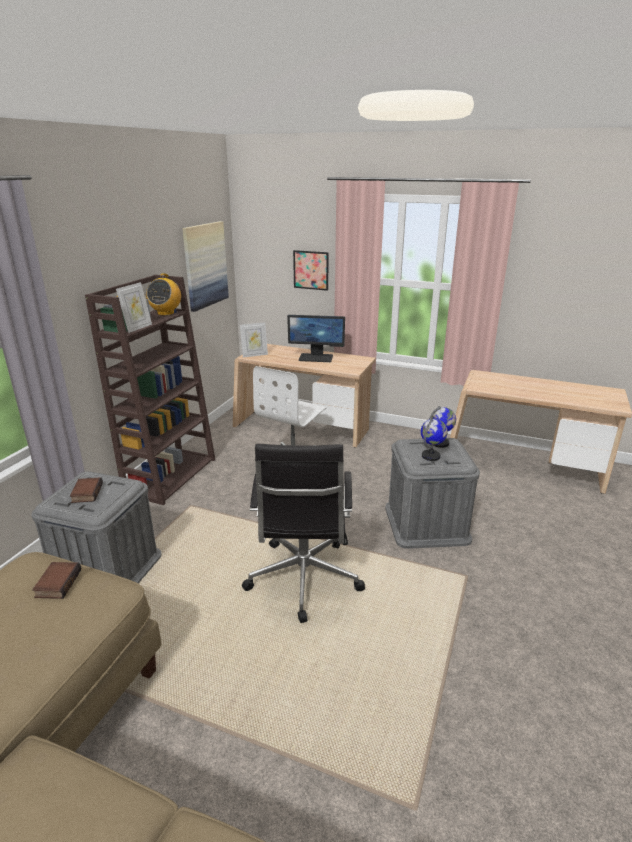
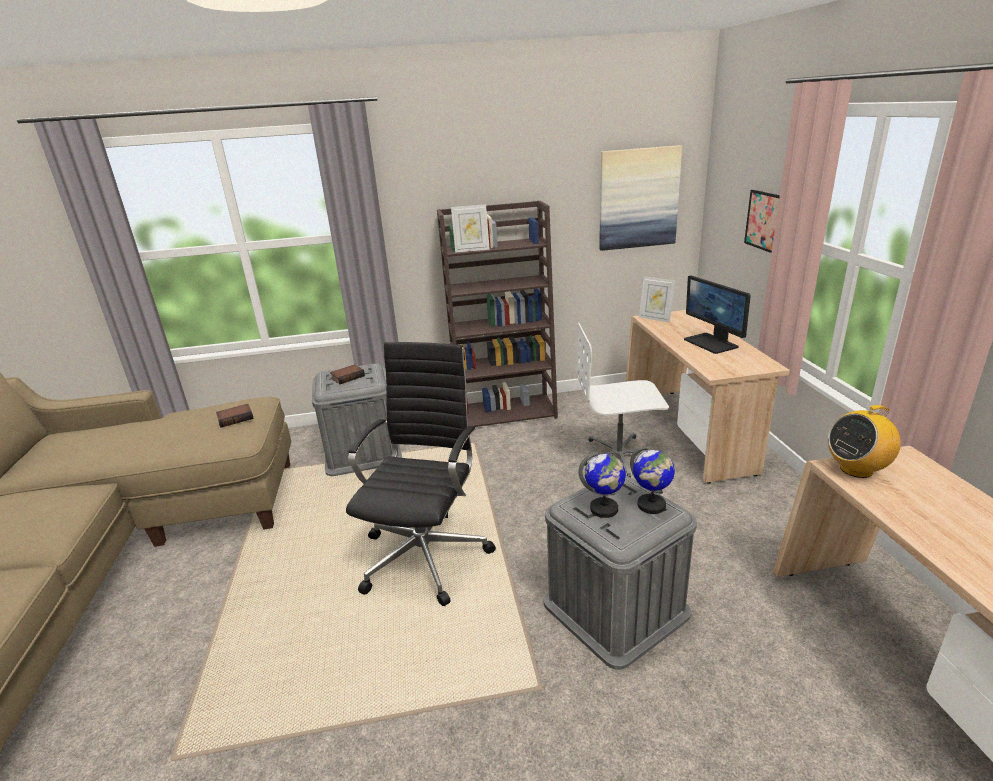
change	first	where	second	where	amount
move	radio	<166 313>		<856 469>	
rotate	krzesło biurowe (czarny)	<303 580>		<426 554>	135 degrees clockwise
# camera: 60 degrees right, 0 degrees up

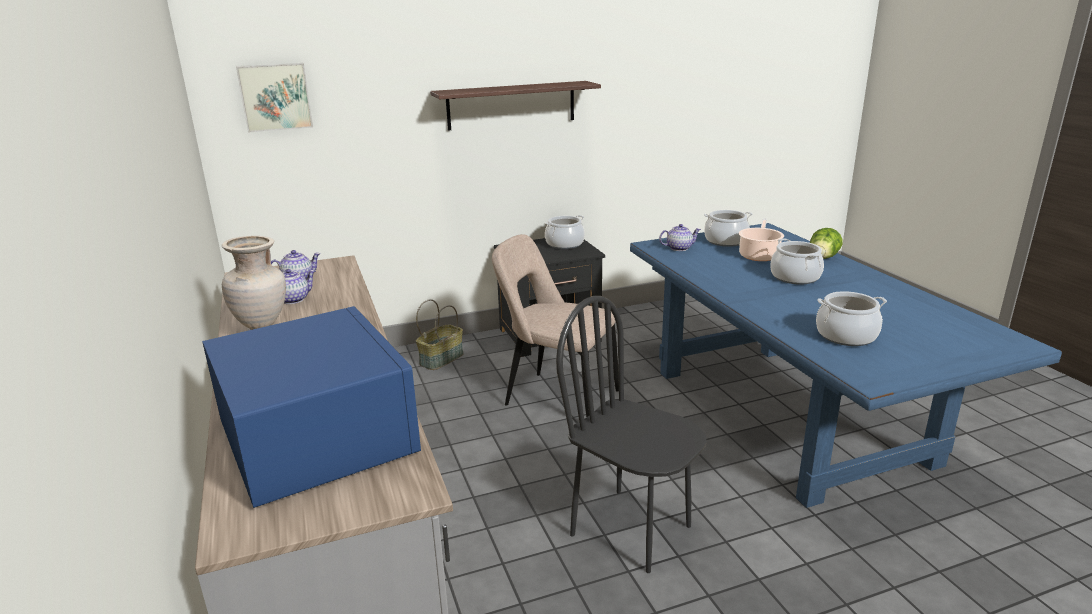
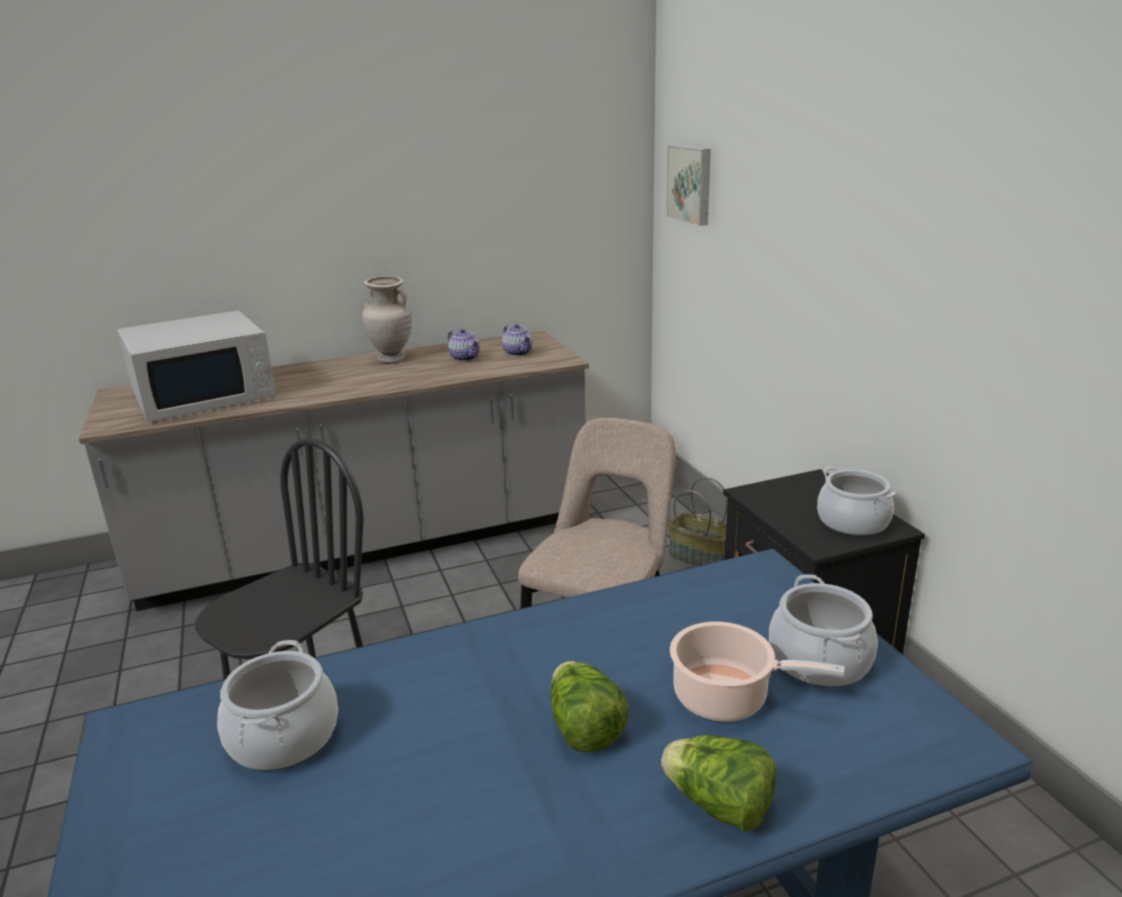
change	first	where	second	where	amount
delete	półka	<511 105>			
delete	imbryk	<679 248>			
replace	garnek	<795 277>	sałata	<584 729>	
recolor	mikrofalówka (niebieski)	<317 437>	mikrofalówka (biały)	<205 395>	
# camera: 90 degrees right, 0 degrees up

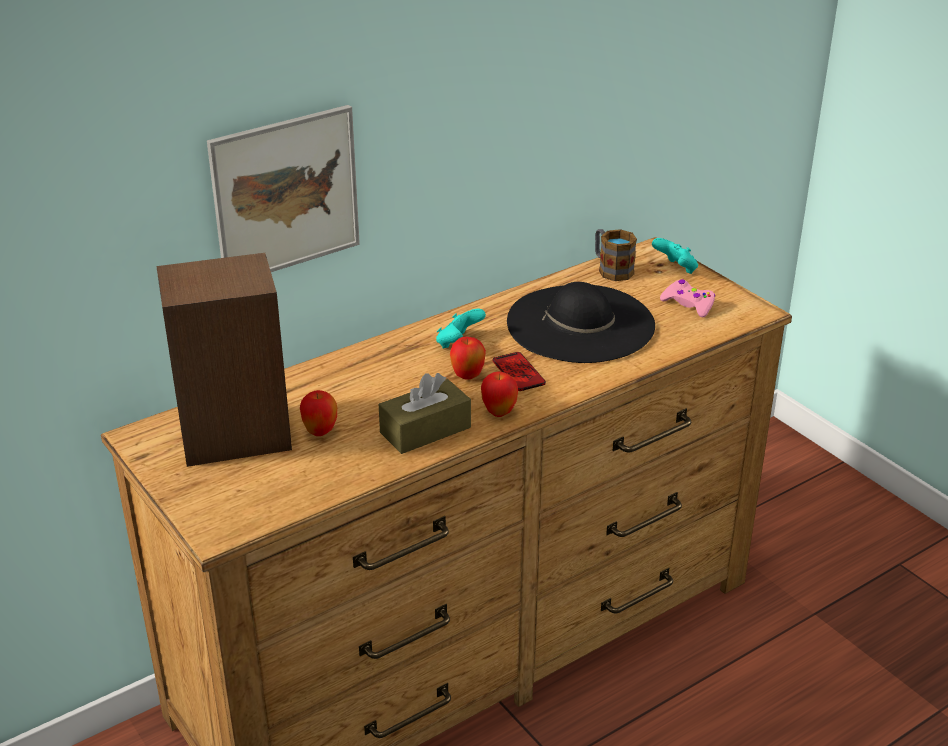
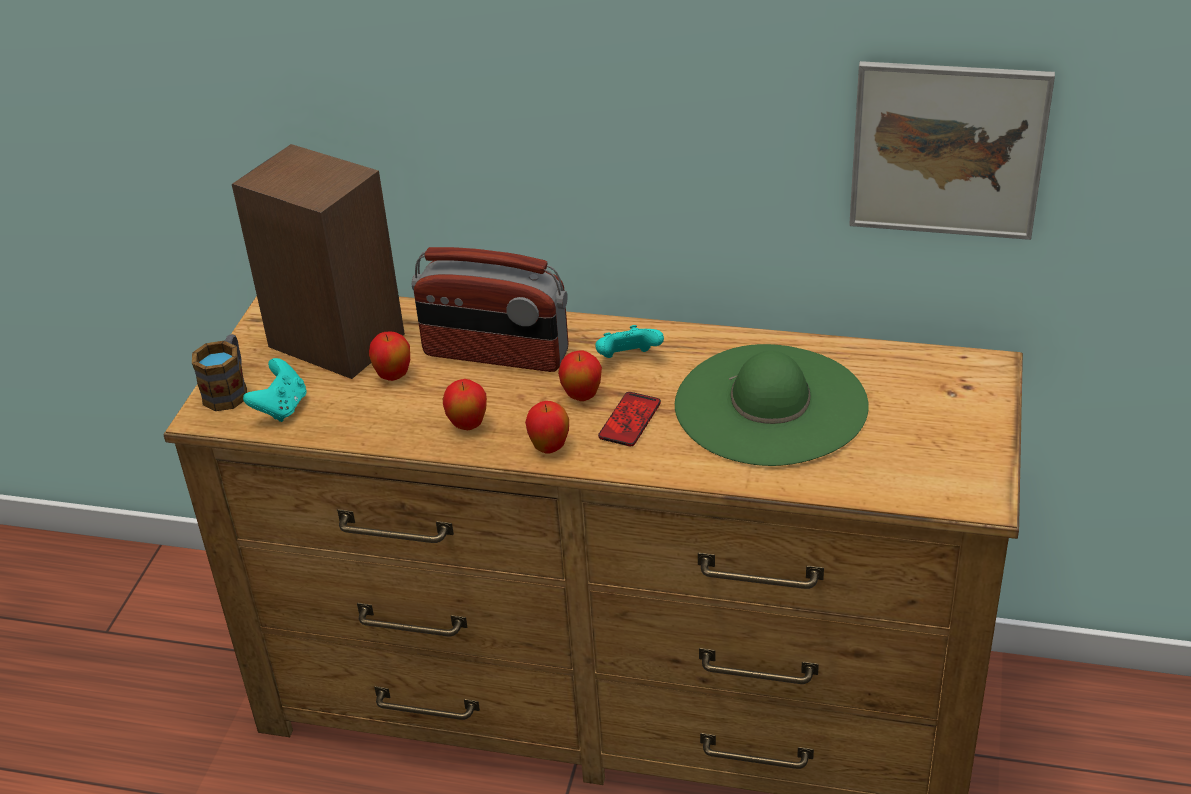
change	first	where	second	where	amount
delete	pad do gier (różowy)	<688 304>			
insert			radio	<495 354>	
move	obraz	<285 194>		<947 150>	
move	kubek	<611 269>		<229 390>	
move	pad do gier (turkusowy)	<676 269>		<281 408>	
replace	pudełko chusteczek (brązowy)	<425 430>	jabłko	<468 426>	
recolor	kapelusz (czarny)	<581 323>	kapelusz (zielony)	<771 405>	
# camera: 50 degrees right, 5 degrees up

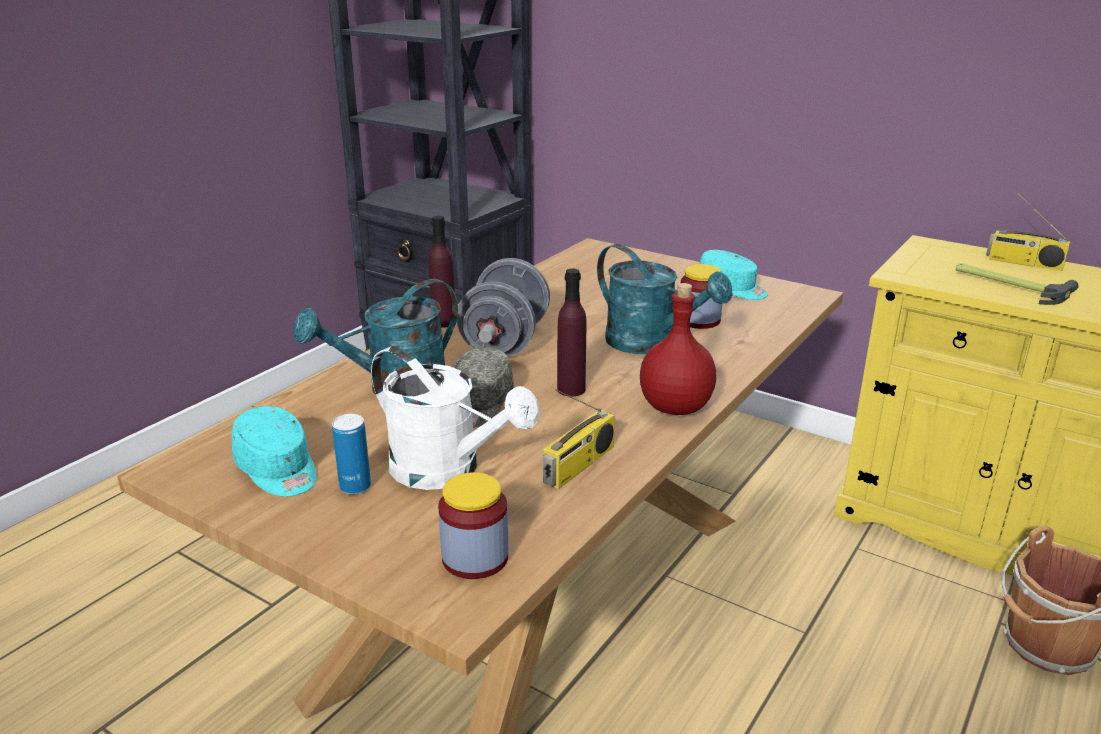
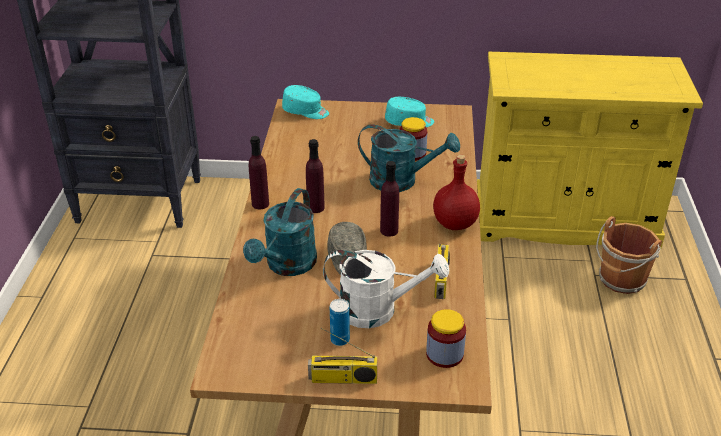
change	first	where	second	where	amount
delete	młotek	<1009 285>			
move	czapka z daszkiem (turkusowy)	<278 470>		<306 111>	
move	radio	<1023 263>		<342 379>	
replace	hantel (szary)	<505 342>	butelka (fioletowy)	<315 207>	
# camera: 30 degrees left, 10 degrees up

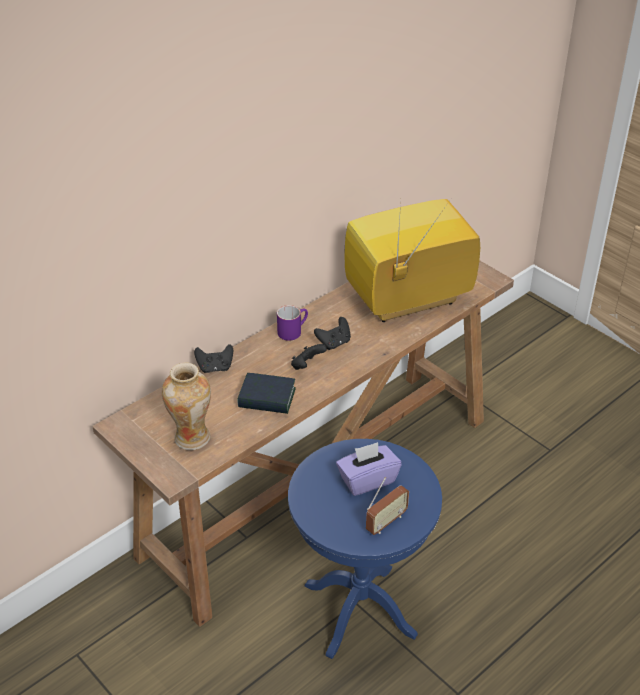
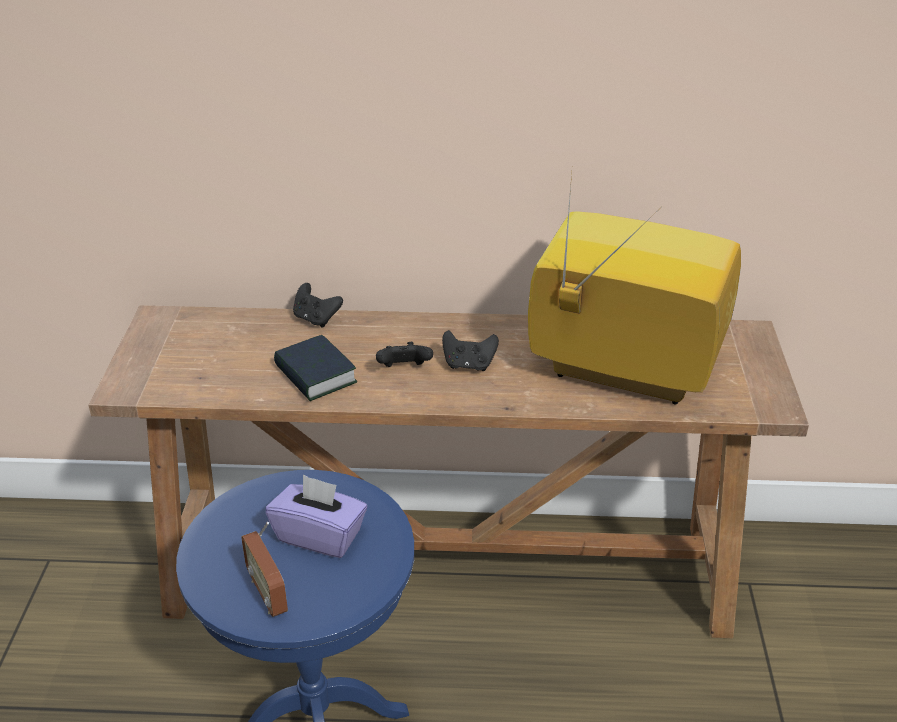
change	first	where	second	where	amount
delete	wazon	<191 438>			
delete	kubek (fioletowy)	<292 330>			
rotate	radio	<386 522>		<268 594>	60 degrees clockwise
# camera: 45 degrees right, 5 degrees down

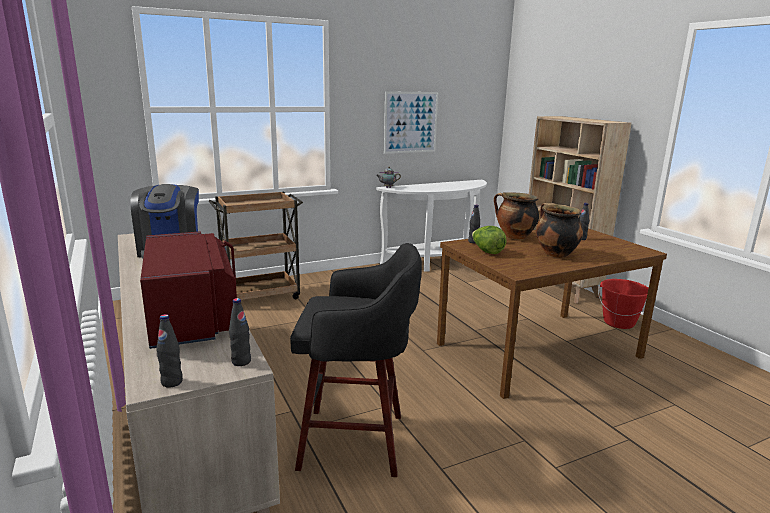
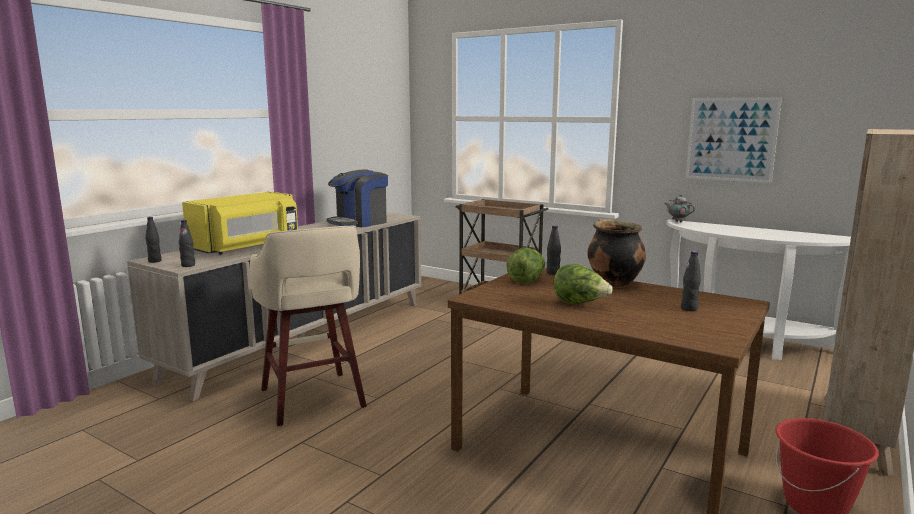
change	first	where	second	where	amount
replace	garnek	<554 254>	sałata	<579 304>	
recolor	mikrofalówka (czerwony)	<193 316>	mikrofalówka (żółty)	<247 247>	
recolor	stołek (czarny)	<356 441>	stołek (beżowy)	<313 399>	
# camera: 60 degrees right, 5 degrees down

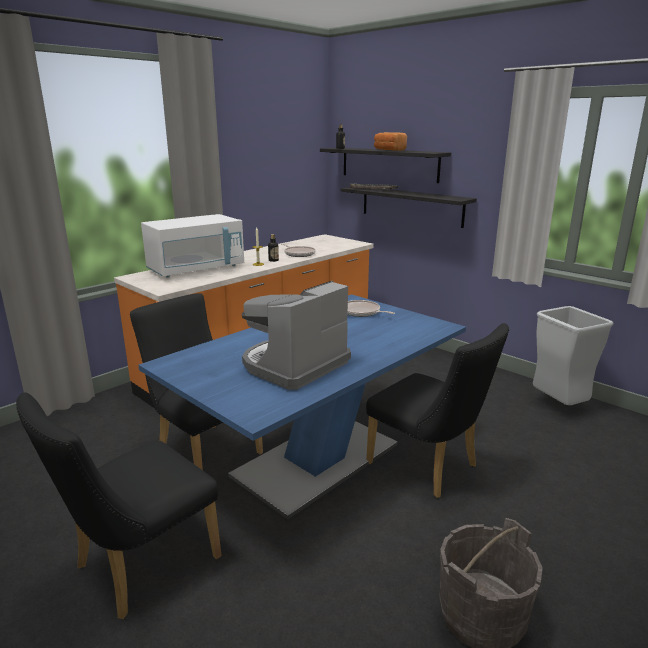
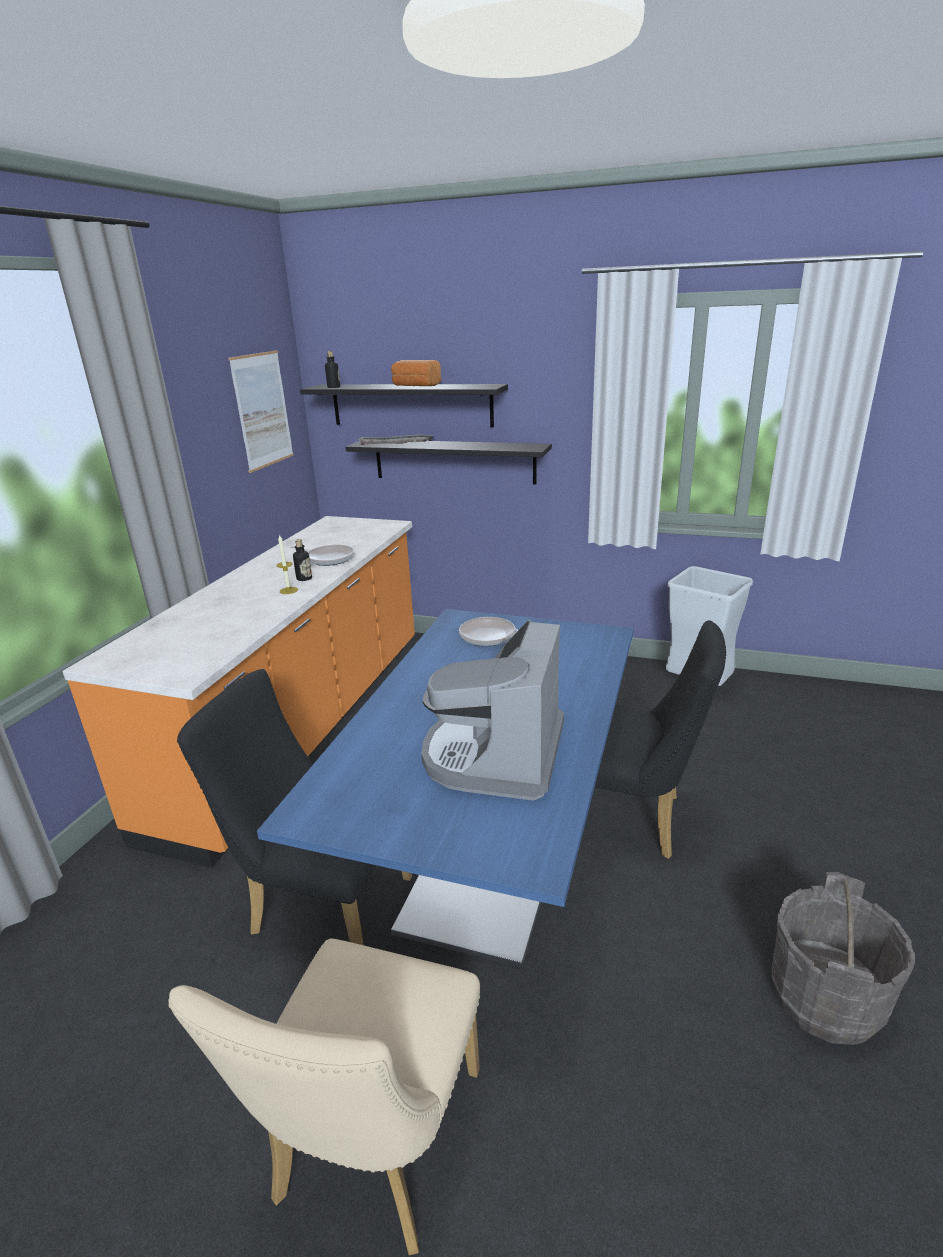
change	first	where	second	where	amount
delete	mikrofalówka (biały)	<196 269>			
insert			obraz	<262 410>	
recolor	krzesło (czarny)	<138 567>	krzesło (beżowy)	<372 1149>	
# camera: 25 degrees left, 5 degrees up

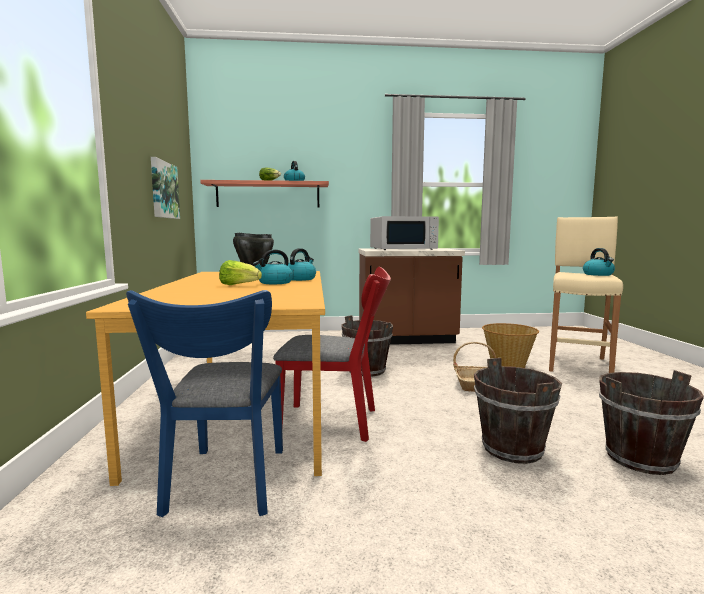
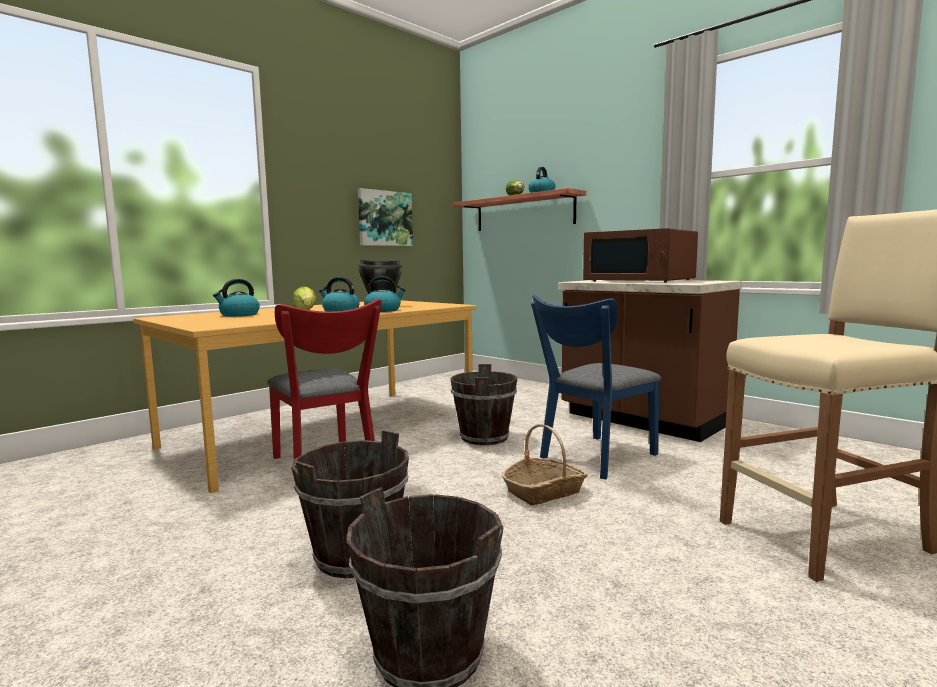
change	first	where	second	where	amount
delete	koszyk	<508 365>			
move	krzesło (niebieski)	<225 485>		<593 458>	
move	czajnik	<598 274>		<239 315>	
recolor	mikrofalówka (biały)	<403 249>	mikrofalówka (brązowy)	<640 281>	
# camera: 50 degrees right, 0 degrees up

